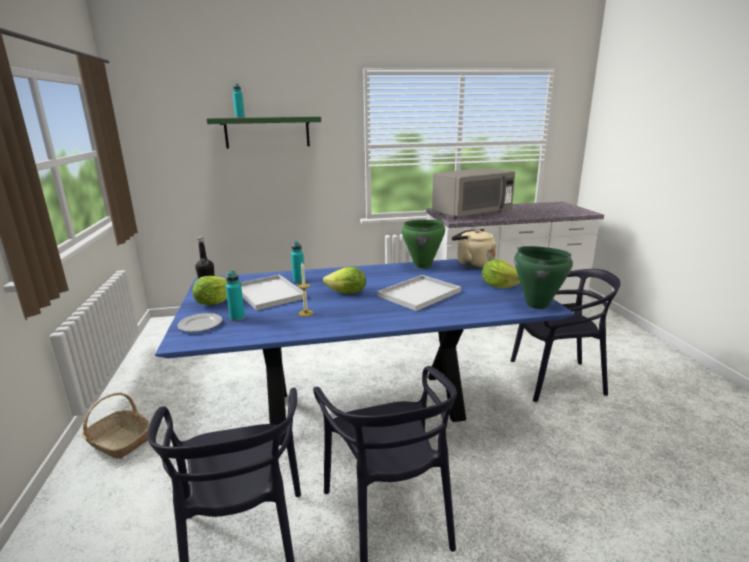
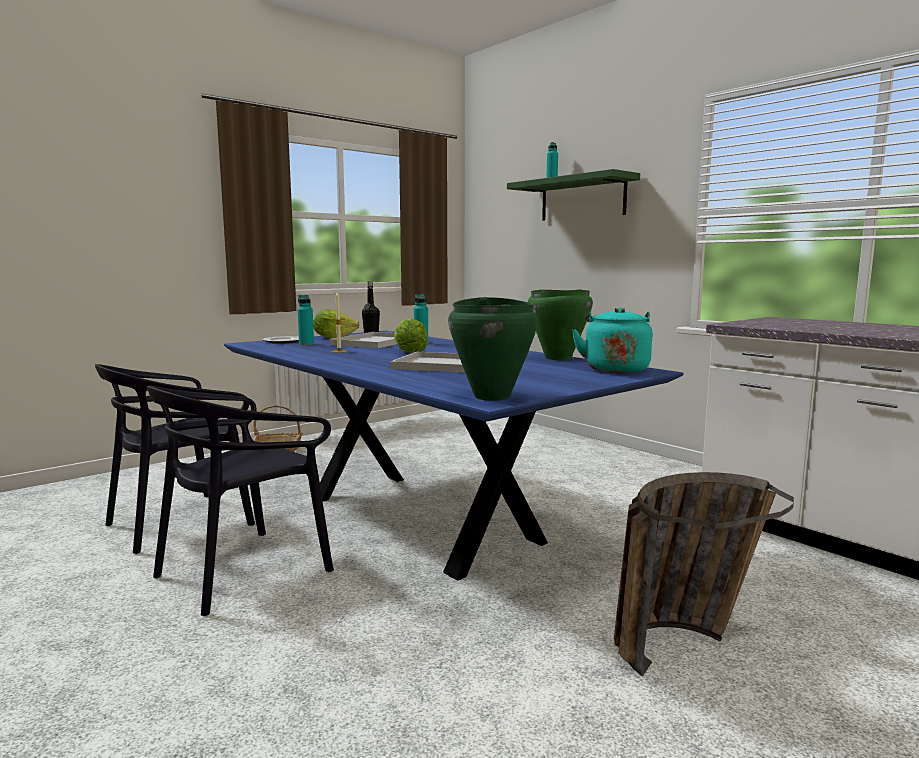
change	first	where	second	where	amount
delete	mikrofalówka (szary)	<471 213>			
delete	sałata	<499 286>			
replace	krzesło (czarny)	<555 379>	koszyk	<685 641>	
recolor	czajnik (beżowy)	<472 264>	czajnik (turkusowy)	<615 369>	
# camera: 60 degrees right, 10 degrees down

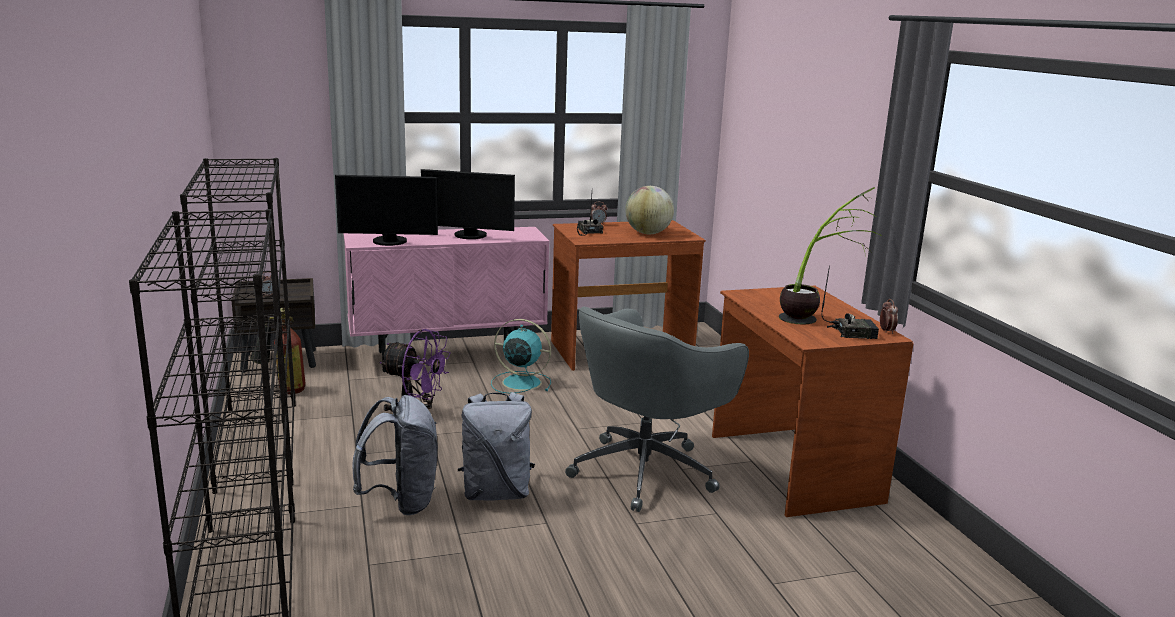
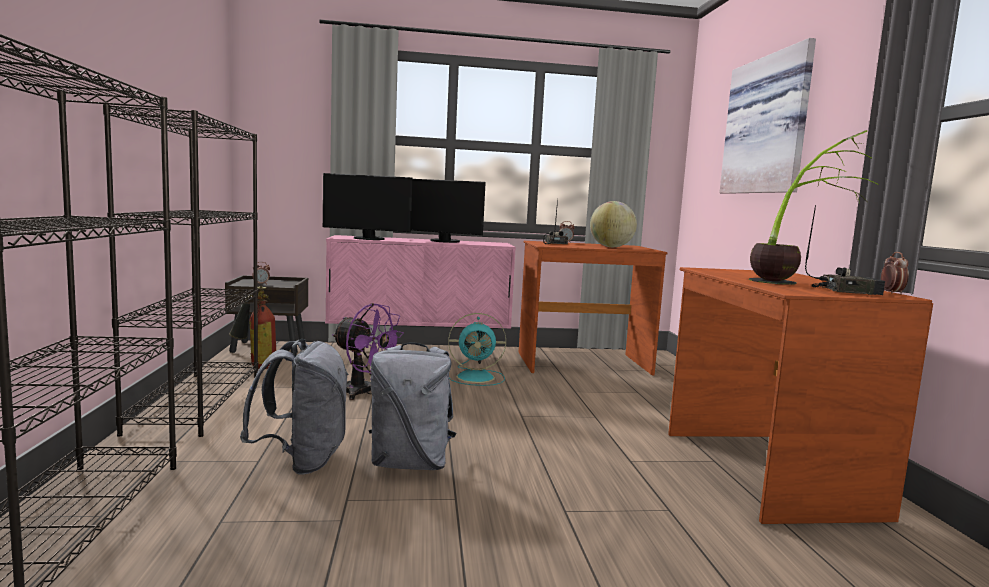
change	first	where	second	where	amount
delete	krzesło biurowe (szary)	<646 470>			
insert			obraz	<769 125>	
rotate	wentylator (turkusowy)	<520 382>		<477 377>	150 degrees clockwise
# camera: 10 degrees right, 10 degrees down

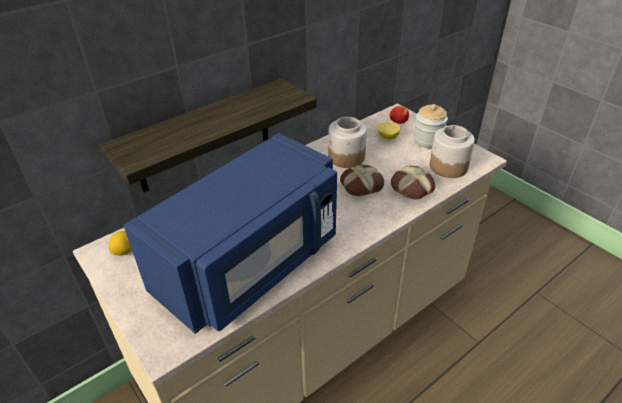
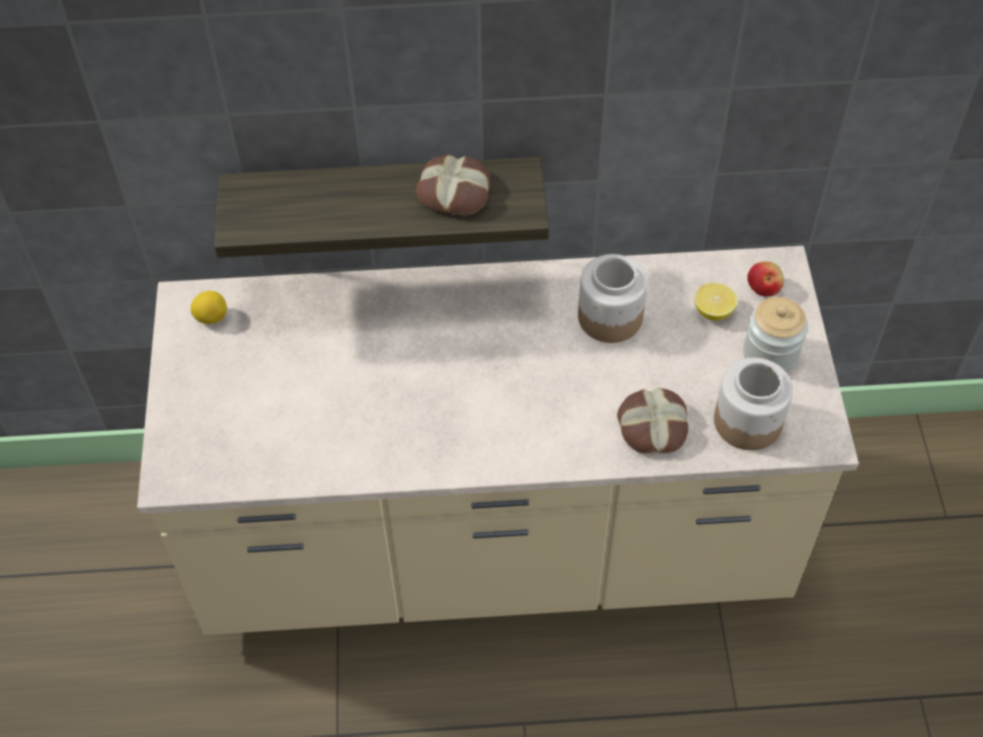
change	first	where	second	where	amount
delete	mikrofalówka (niebieski)	<251 263>			
move	chleb	<361 184>		<454 191>	
# camera: 35 degrees right, 15 degrees up

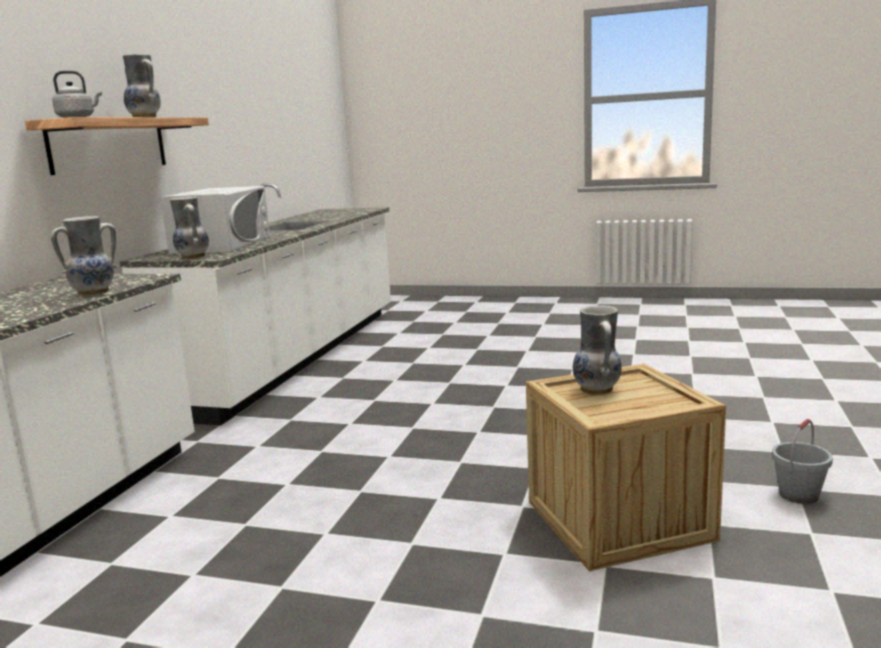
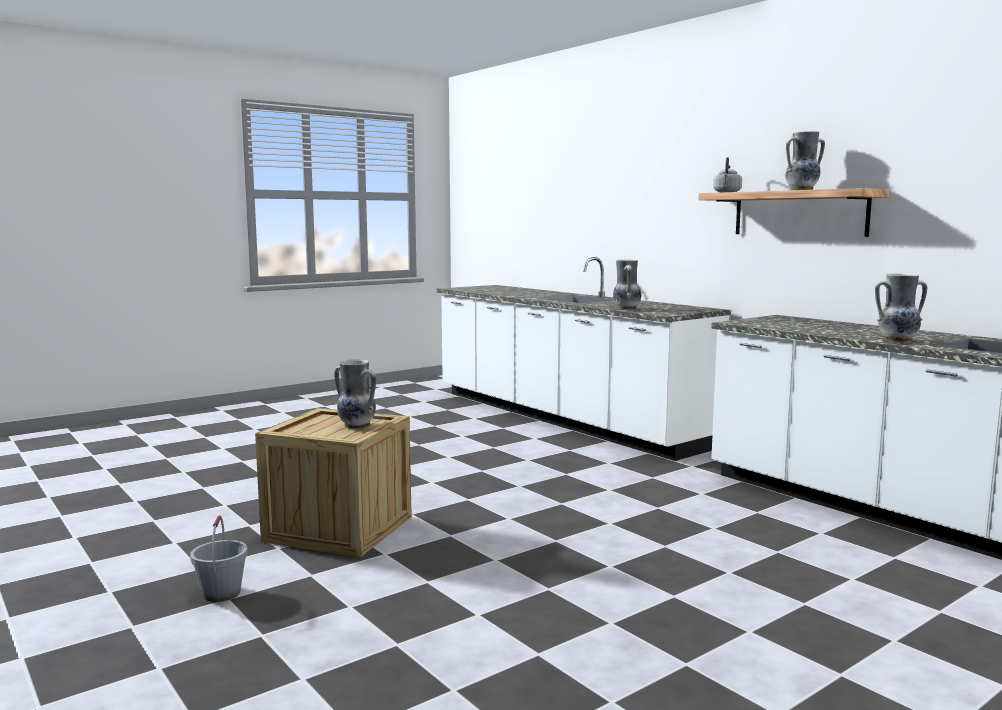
change	first	where	second	where	amount
delete	mikrofalówka (biały)	<222 244>			
move	wazon	<192 257>		<897 340>	
# camera: 125 degrees right, 5 degrees down

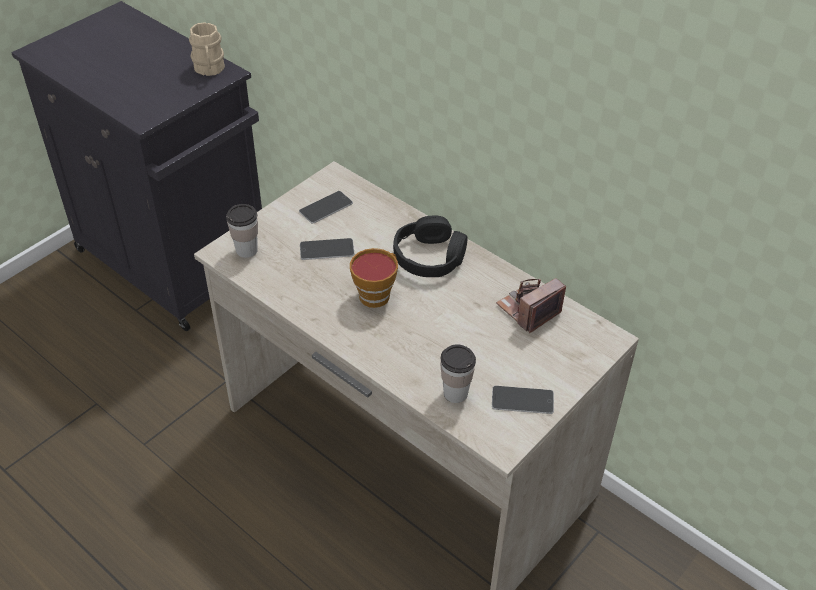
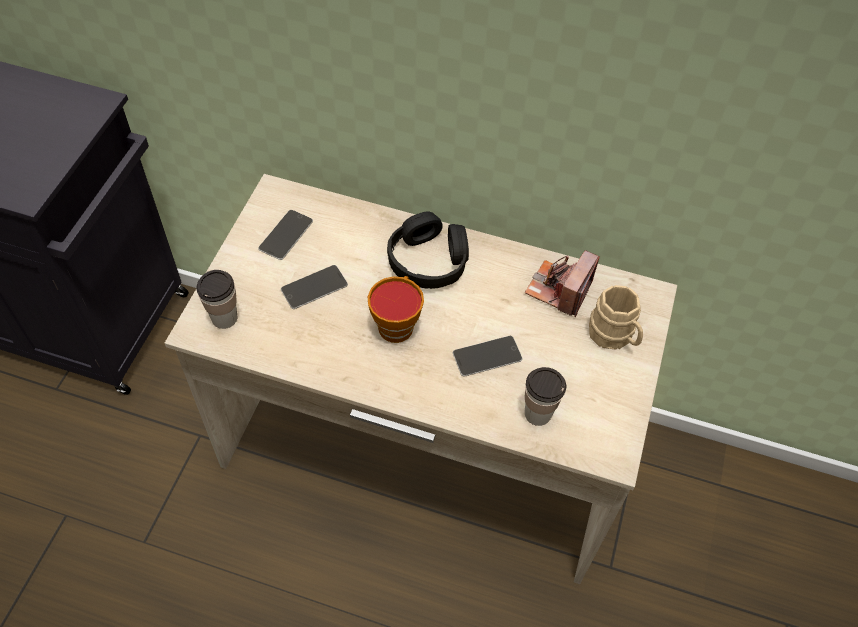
change	first	where	second	where	amount
move	kubek (beżowy)	<209 69>		<614 337>	
move	telefon	<522 400>		<487 356>	
# camera: 25 degrees left, 10 degrees up

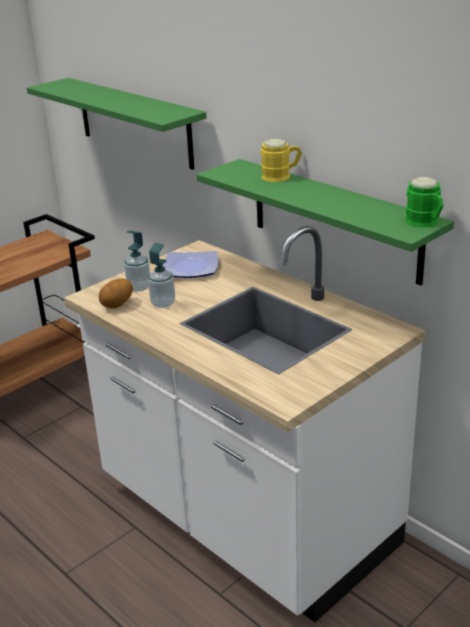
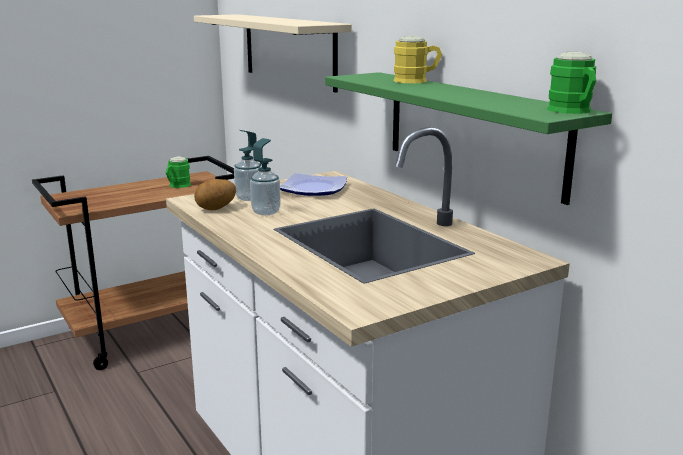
change	first	where	second	where	amount
insert			kubek (zielony)	<177 186>	
recolor	półka (zielony)	<134 122>	półka (beżowy)	<288 50>	
# camera: 10 degrees right, 10 degrees down

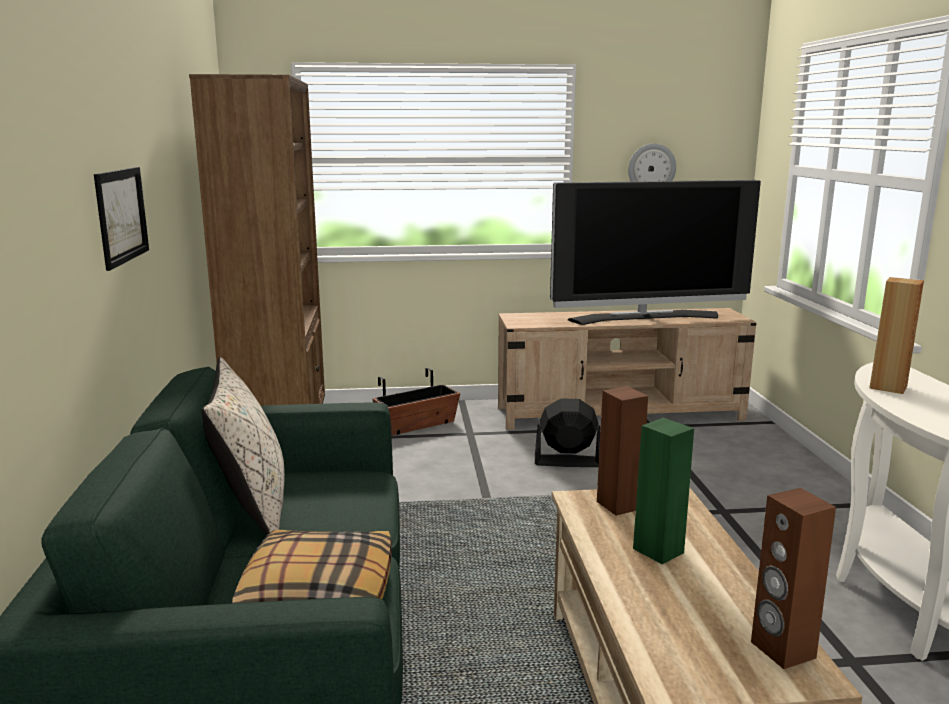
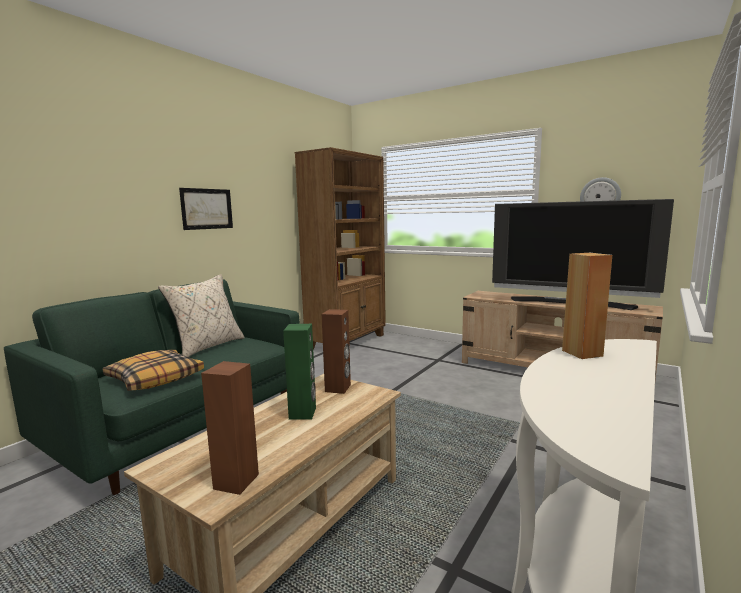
change	first	where	second	where	amount
delete	donica	<416 425>			
delete	wentylator (czarny)	<567 461>			
# camera: 40 degrees right, 5 degrees down

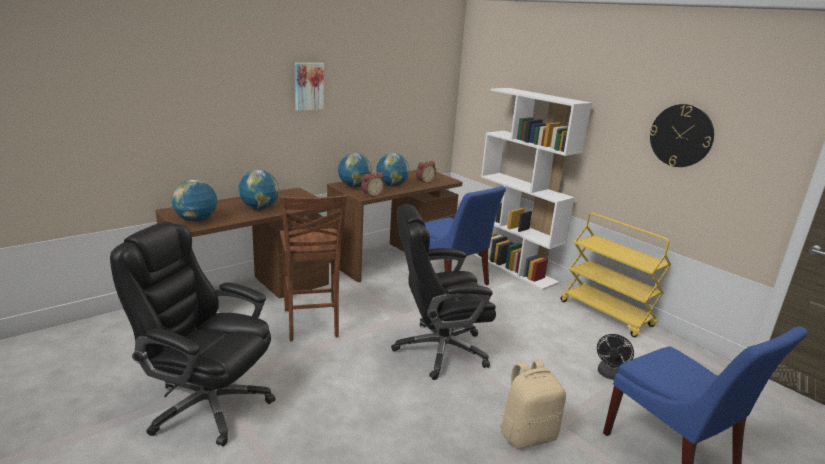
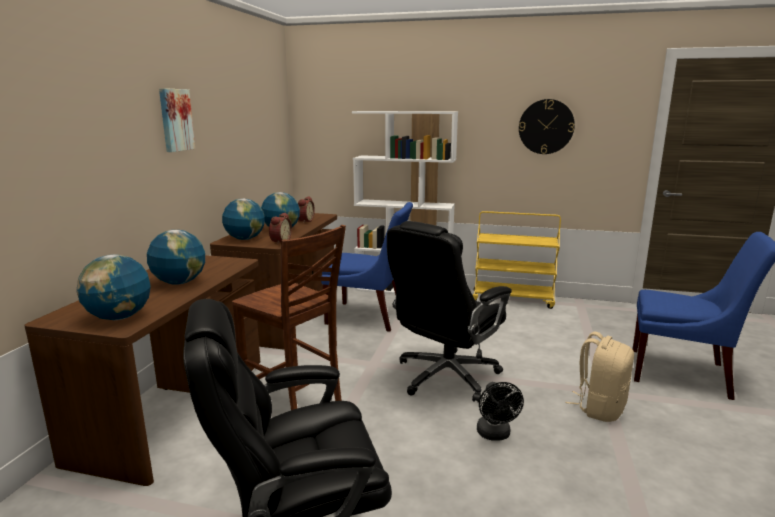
change	first	where	second	where	amount
move	wentylator (czarny)	<610 375>		<495 435>	
# camera: 35 degrees left, 5 degrees down

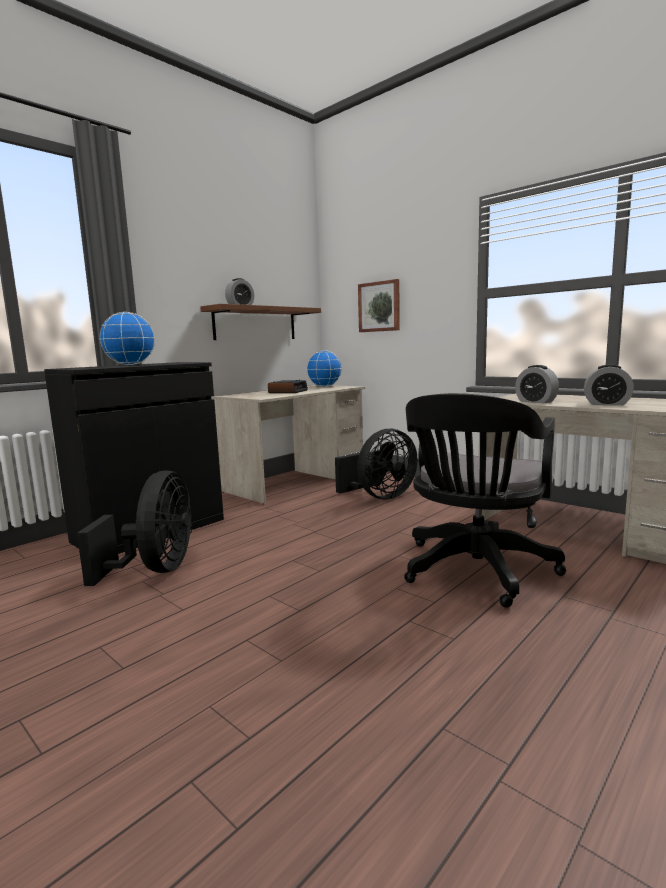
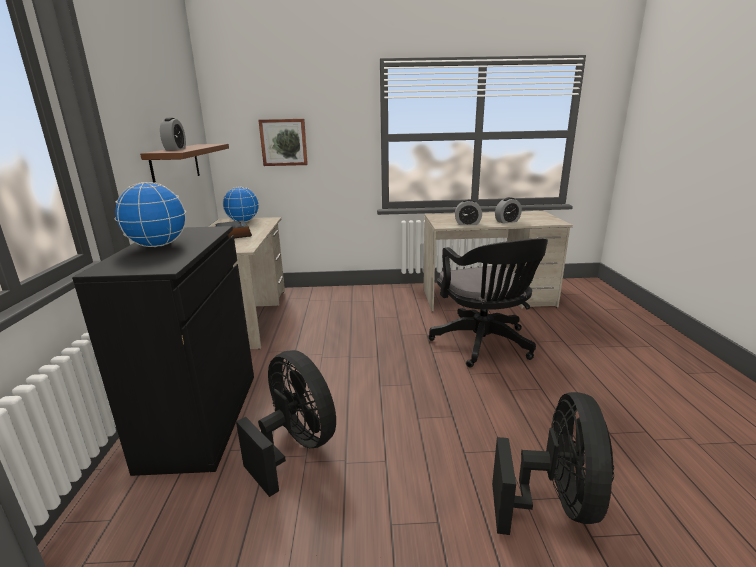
change	first	where	second	where	amount
move	wentylator (czarny)	<380 497>		<554 502>	
# camera: 45 degrees left, 10 degrees up

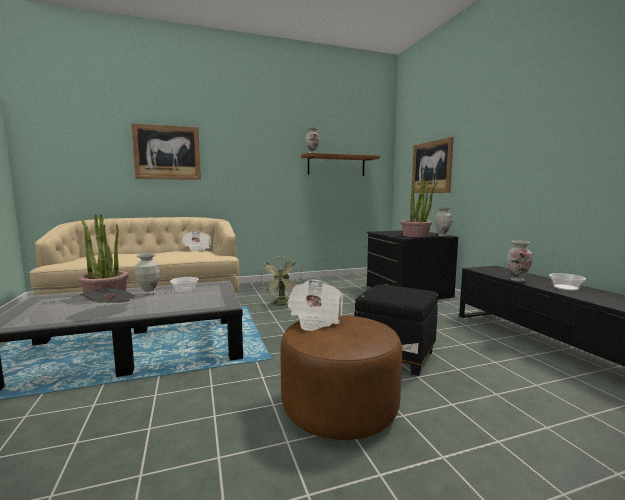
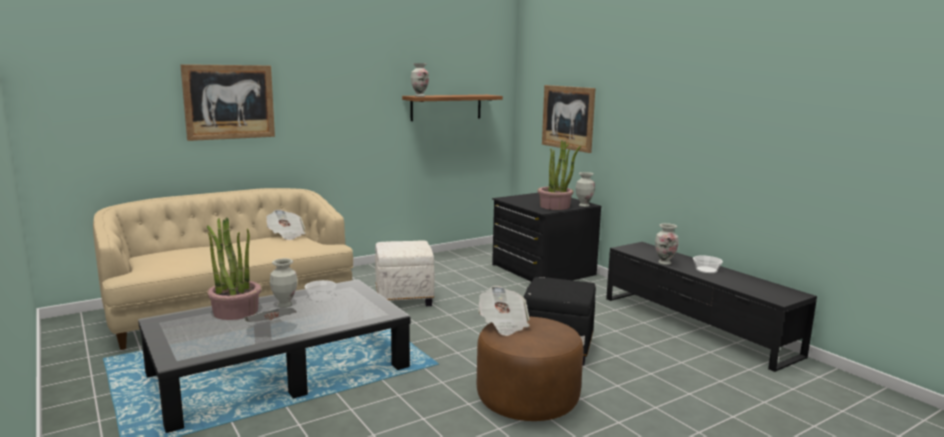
change	first	where	second	where	amount
replace	wentylator (zielony)	<282 304>	pufa (biały)	<404 298>	
# camera: 15 degrees left, 5 degrees up

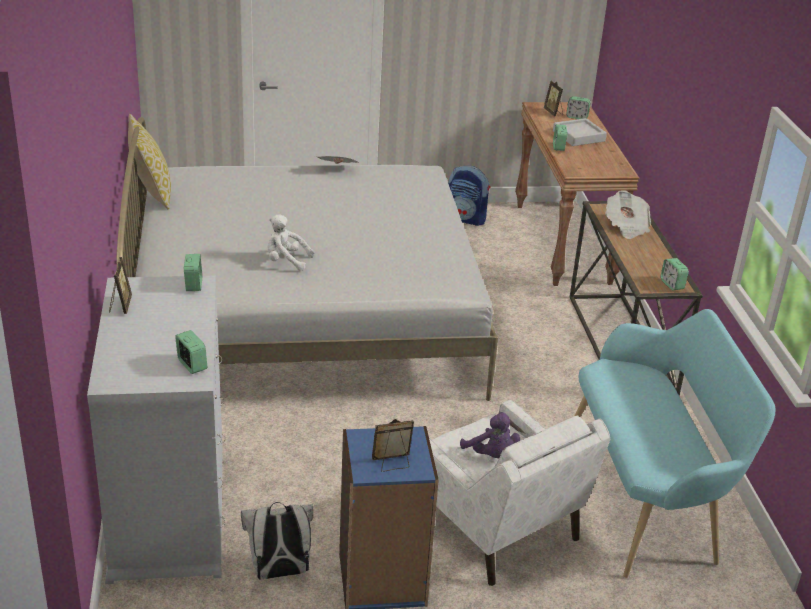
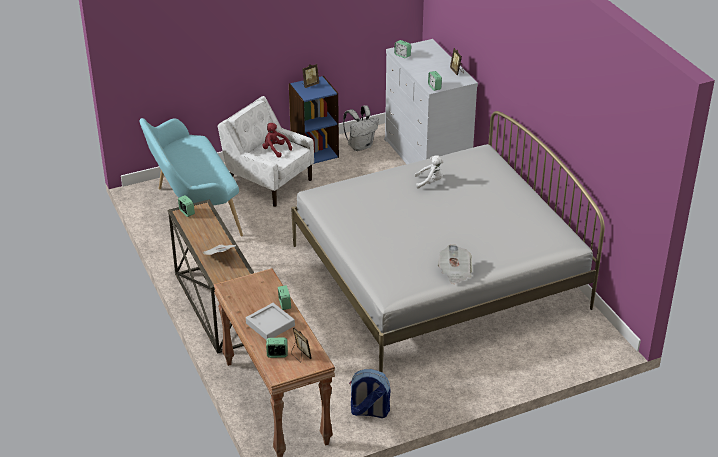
change	first	where	second	where	amount
delete	poduszka	<151 193>			
recolor	pluszak (fioletowy)	<491 455>	pluszak (czerwony)	<275 150>	
# camera: 165 degrees right, 5 degrees up

